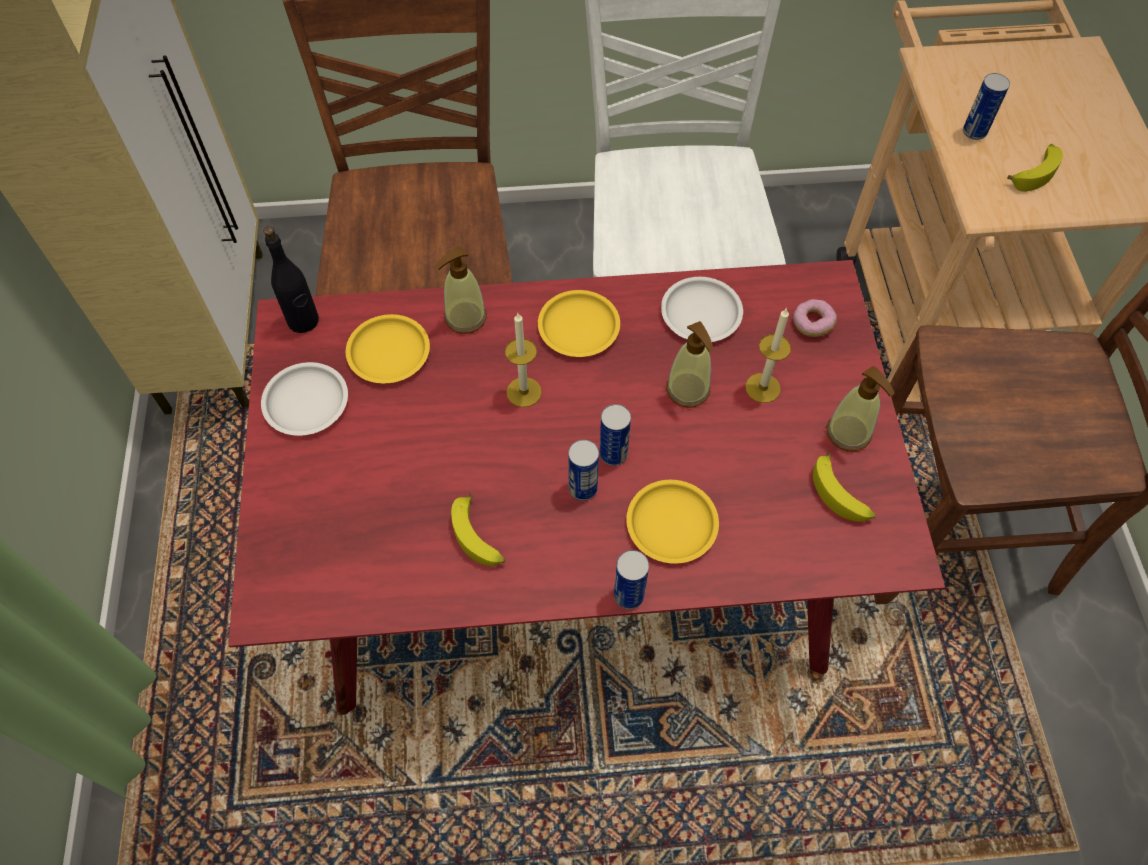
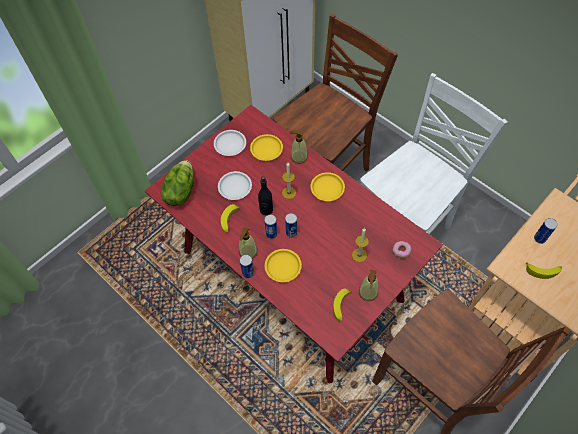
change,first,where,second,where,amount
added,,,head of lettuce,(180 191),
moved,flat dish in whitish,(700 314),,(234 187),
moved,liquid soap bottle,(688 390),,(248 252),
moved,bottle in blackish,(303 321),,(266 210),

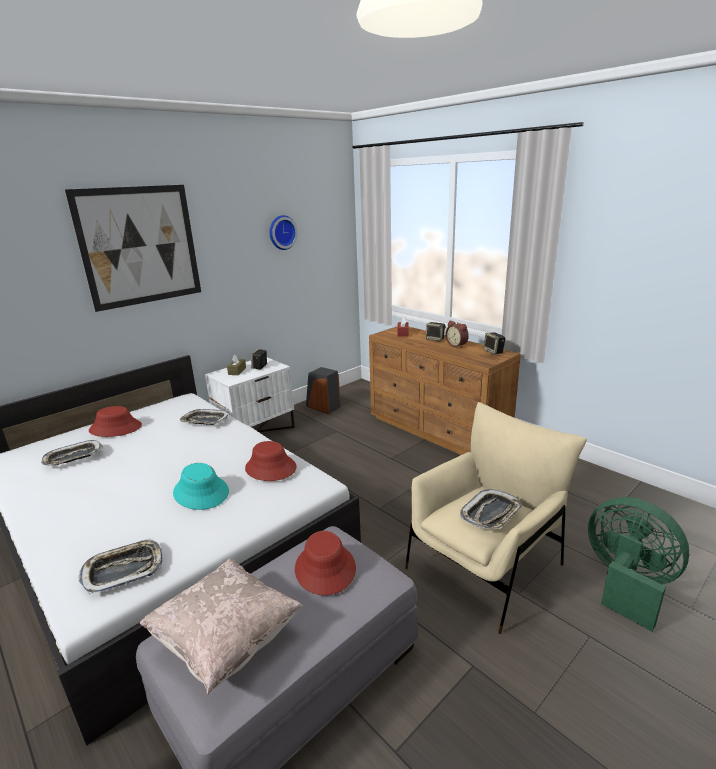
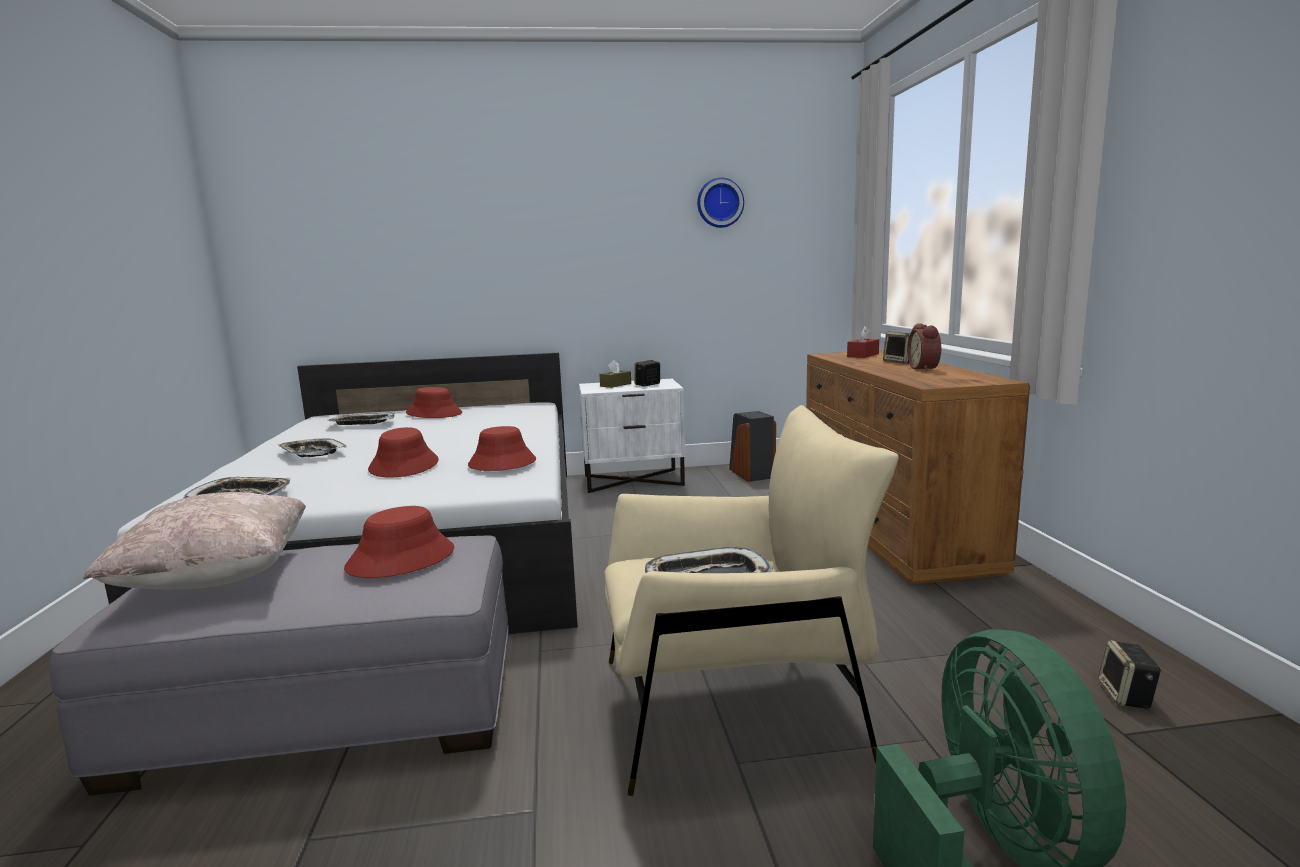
change,first,where,second,where,amount
moved,serving tray,(205 420),,(312 453),
recoloured,wearable hat in turquoise-coloured,(201 492),wearable hat in red-coloured,(404 465),
moved,loudspeaker,(494 352),,(1127 696),
removed,picture,(140 246),,,

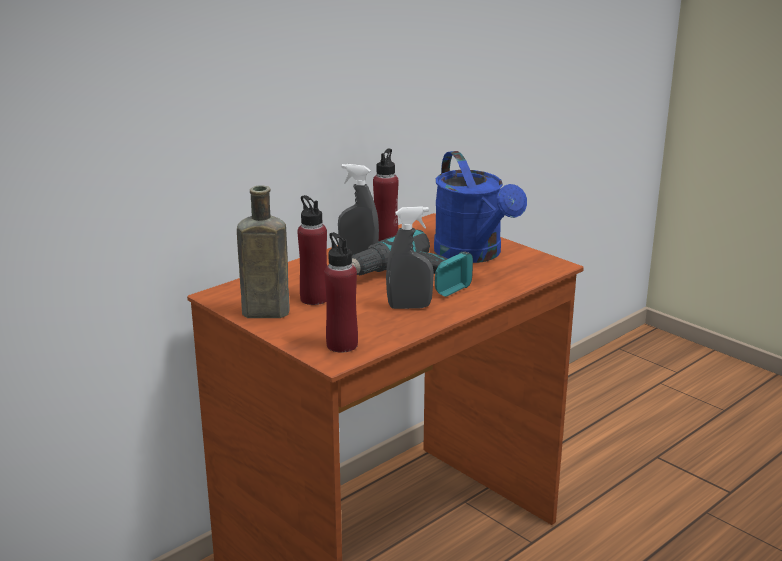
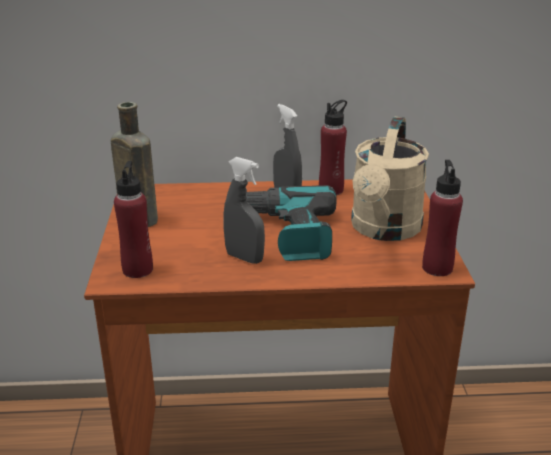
change,first,where,second,where,amount
recoloured,watering pot in blue-coloured,(474 255),watering pot in beige-coloured,(384 230),
moved,bottle in red-coloured,(314 298),,(437 268),

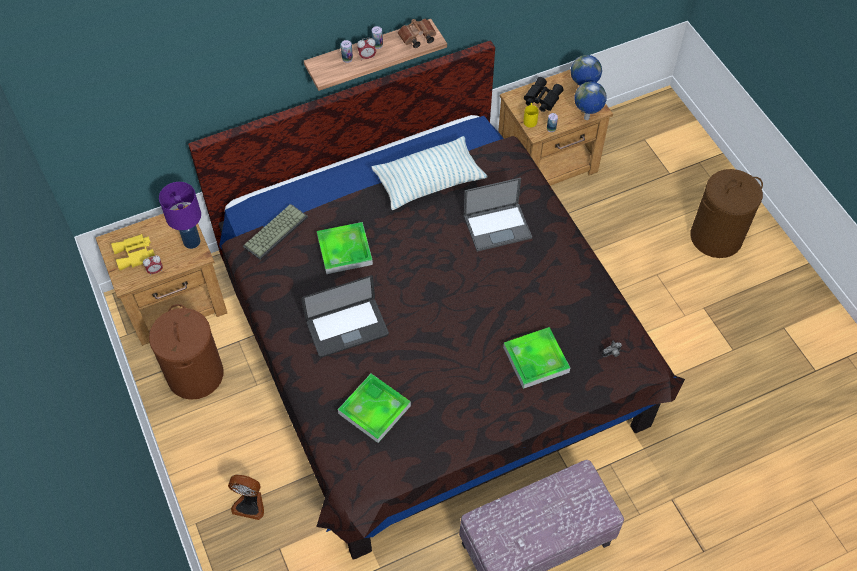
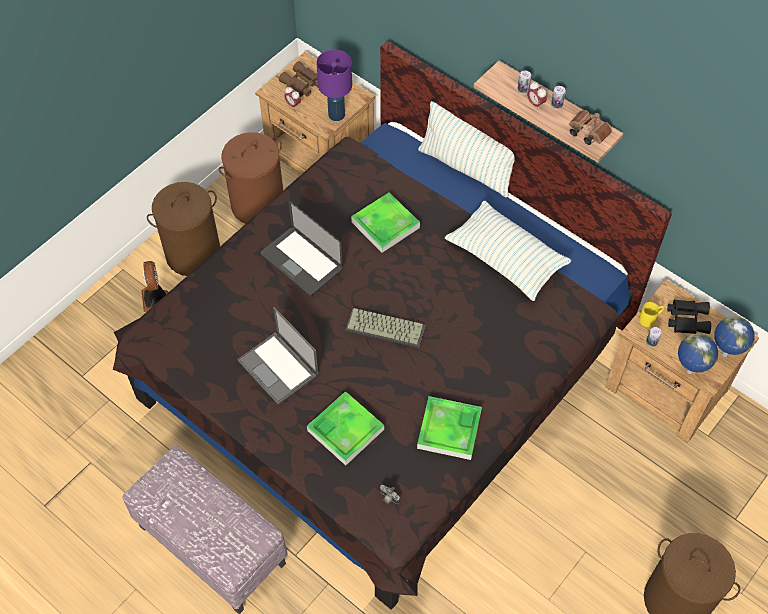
change,first,where,second,where,amount
added,,,hamper in brown-coloured,(193 254),
moved,laptop,(498 226),,(279 368),
recoloured,pair of binoculars in yellow-coloured,(135 255),pair of binoculars in brown-coloured,(301 84),
moved,keyboard,(275 231),,(386 327),
moved,serving tray,(374 409),,(449 430),
added,,,cushion,(466 168),

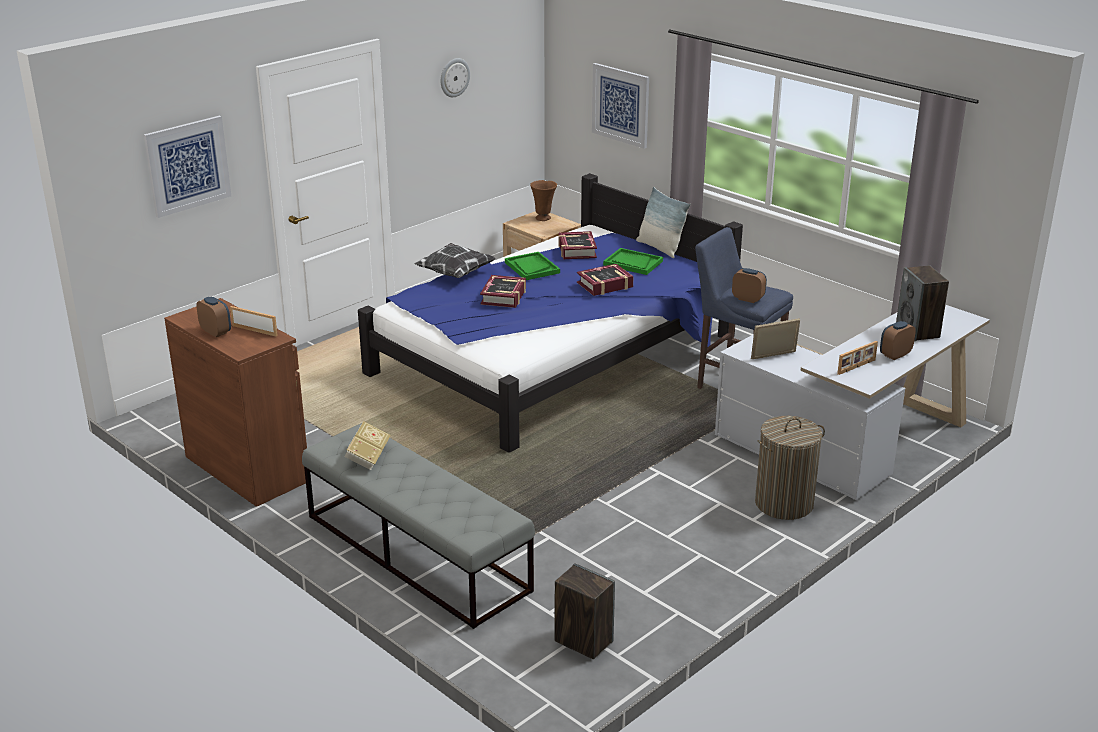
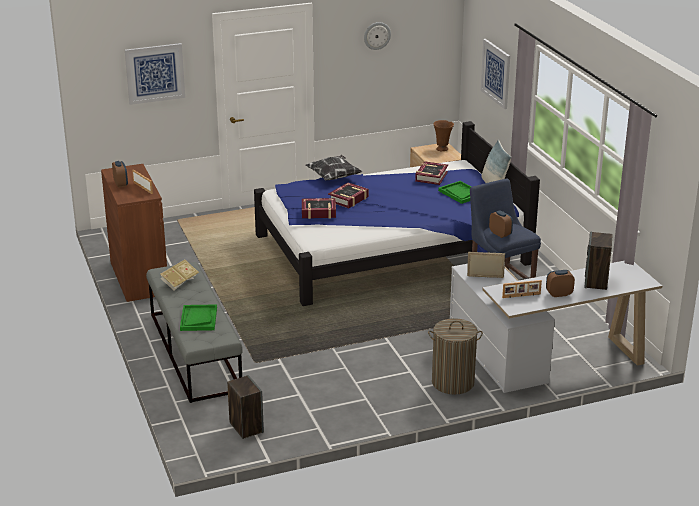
change,first,where,second,where,amount
moved,serving tray in green,(532 267),,(198 319),
moved,bound book,(605 285),,(318 212),

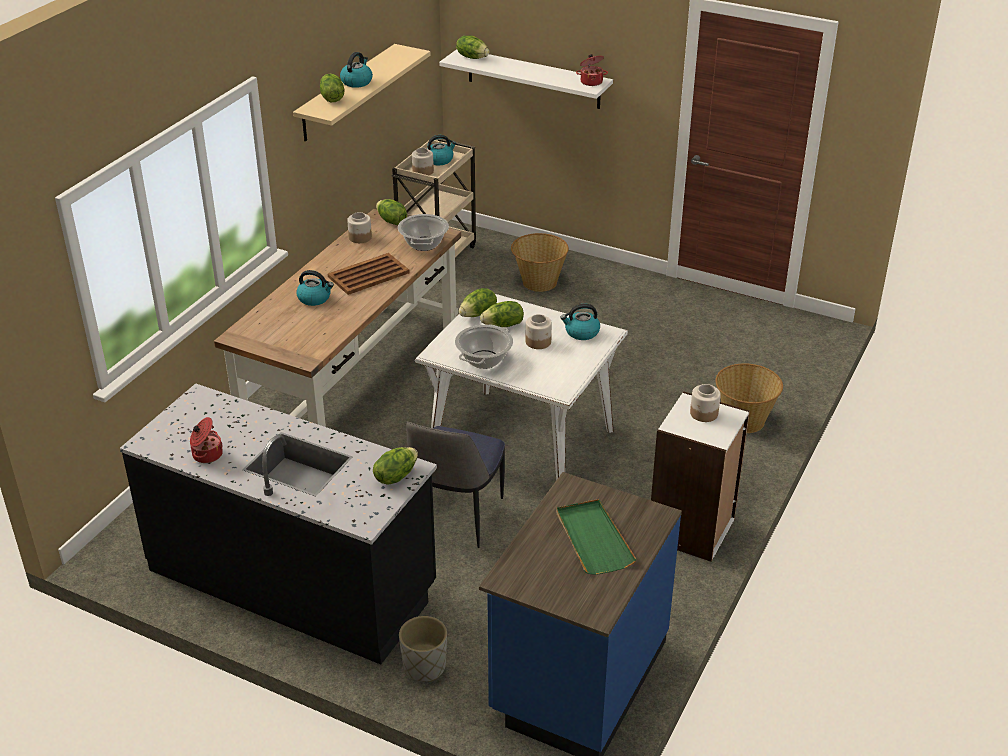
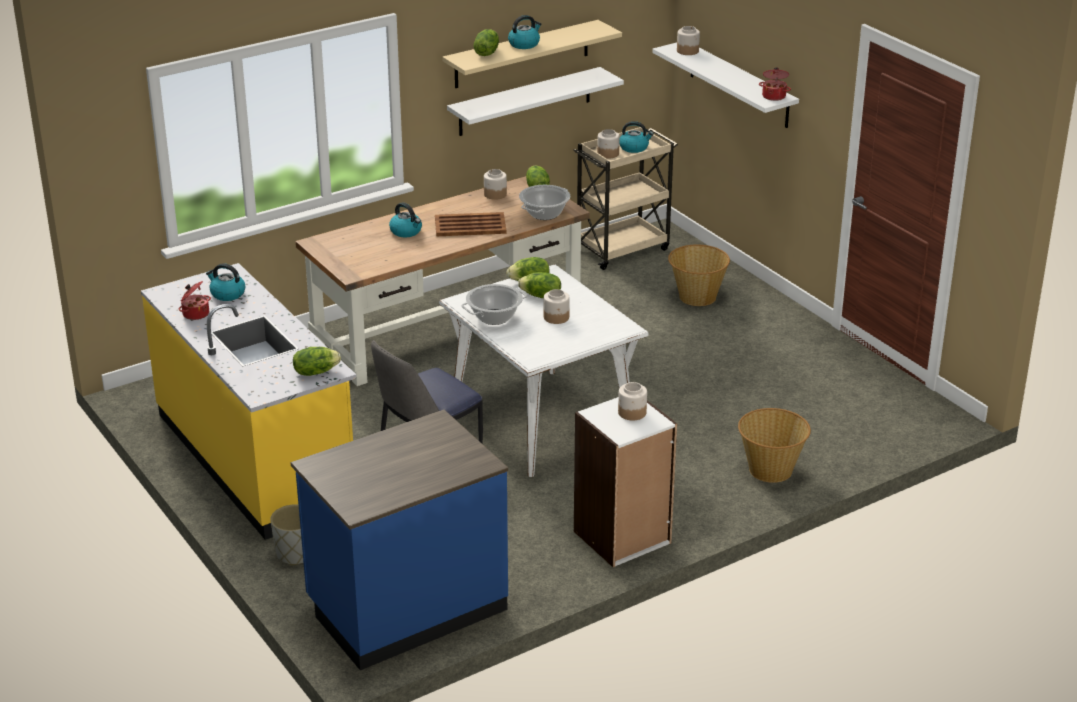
change,first,where,second,where,amount
recoloured,kitchen counter in blackish,(293 579),kitchen counter in yellow-coloured,(256 458),
moved,water kettle,(581 332),,(227 294),
added,,,wall shelf in whitish,(525 102),
replaced,head of lettuce,(472 57),preserve jar,(687 51),
removed,serving tray in green,(593 539),,,

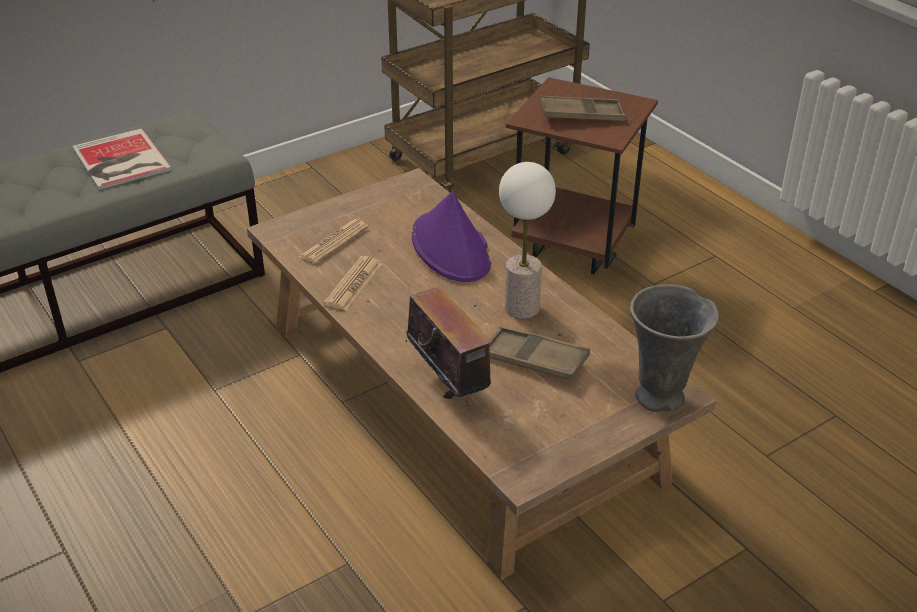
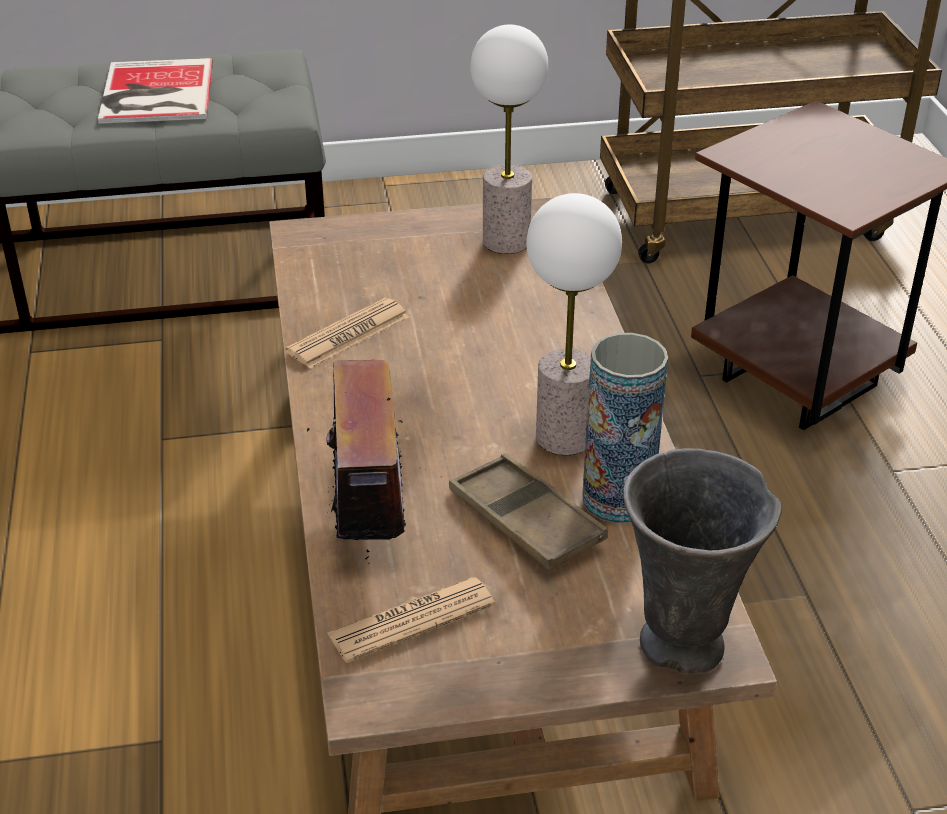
change,first,where,second,where,amount
moved,daily paper,(334 242),,(411 620),
added,,,tabletop lamp,(507 241),
added,,,flower vase,(617 499),
removed,wearable hat in purplish,(451 249),,,
removed,serving tray in brown-coloured,(581 115),,,

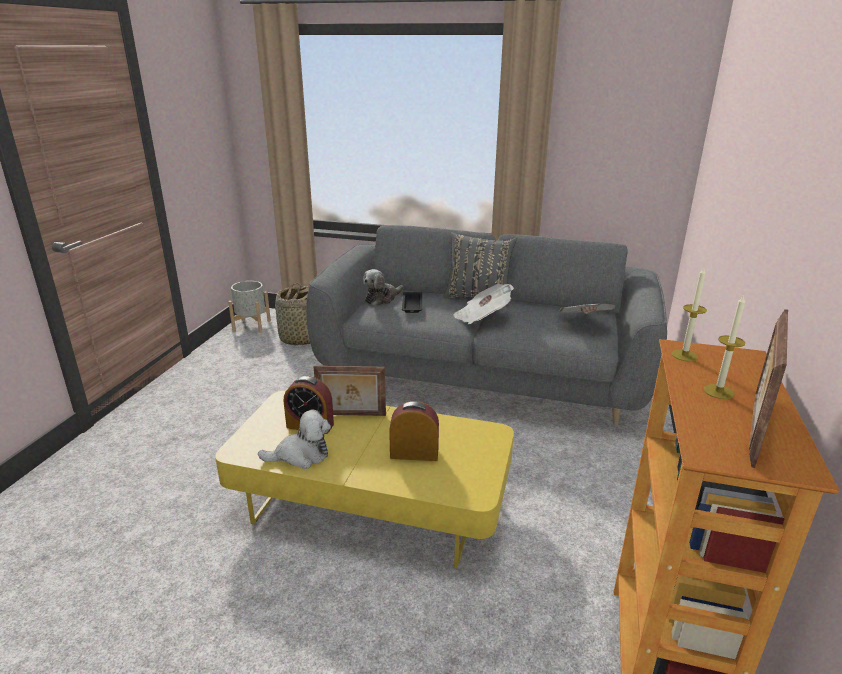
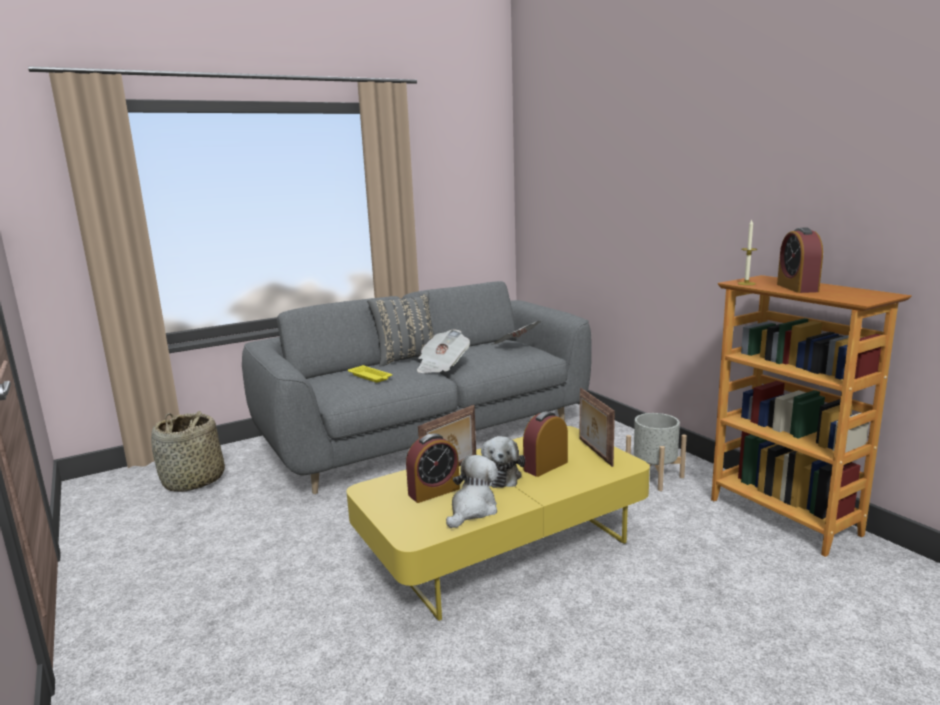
change,first,where,second,where,amount
recoloured,serving tray in blackish,(412 305),serving tray in yellow-coloured,(370 377),
moved,plush toy,(382 299),,(500 475),
moved,standing frame,(753 430),,(594 452),
moved,planter in gray,(252 325),,(654 477),
replaced,wax light,(718 391),bedside clock,(797 288),

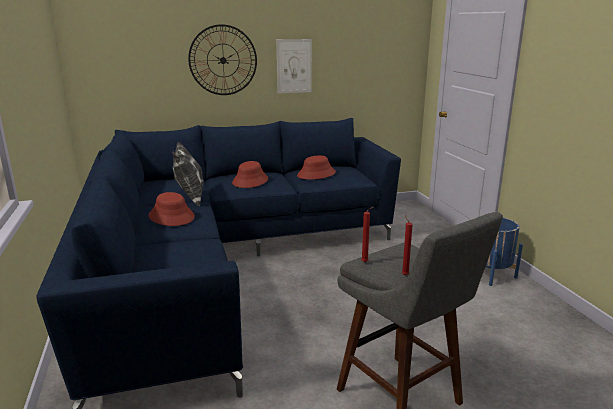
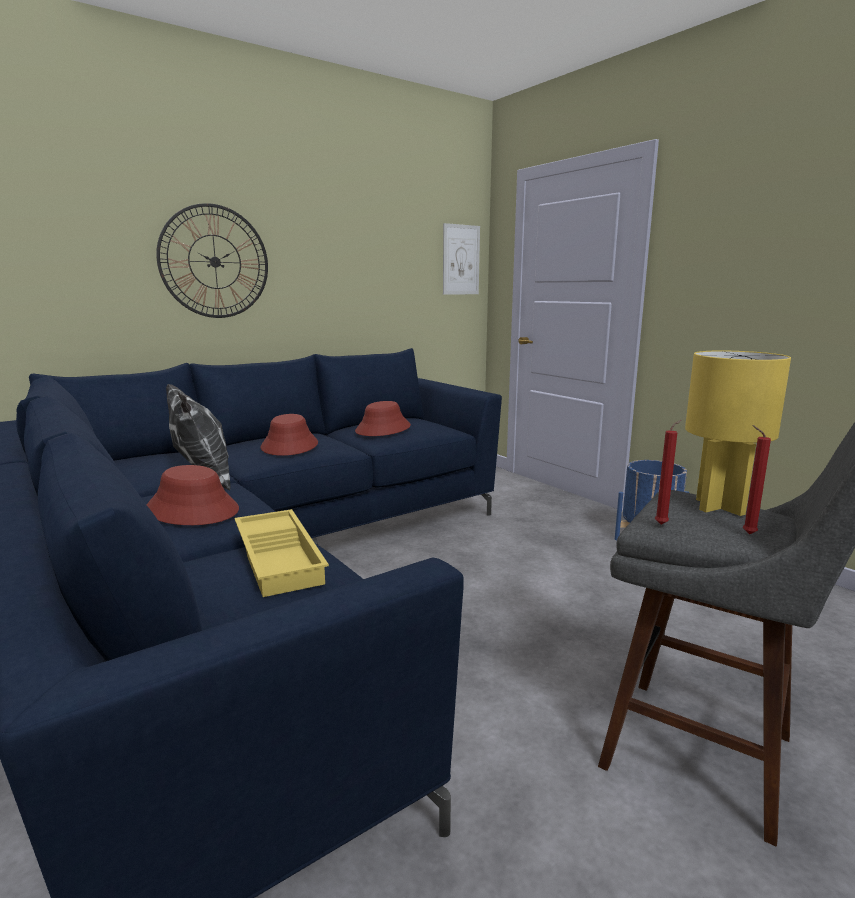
change,first,where,second,where,amount
added,,,serving tray in yellow-coloured,(281 558),
moved,picture,(294 66),,(461 260),
added,,,tabletop lamp in yellow-coloured,(720 507),

